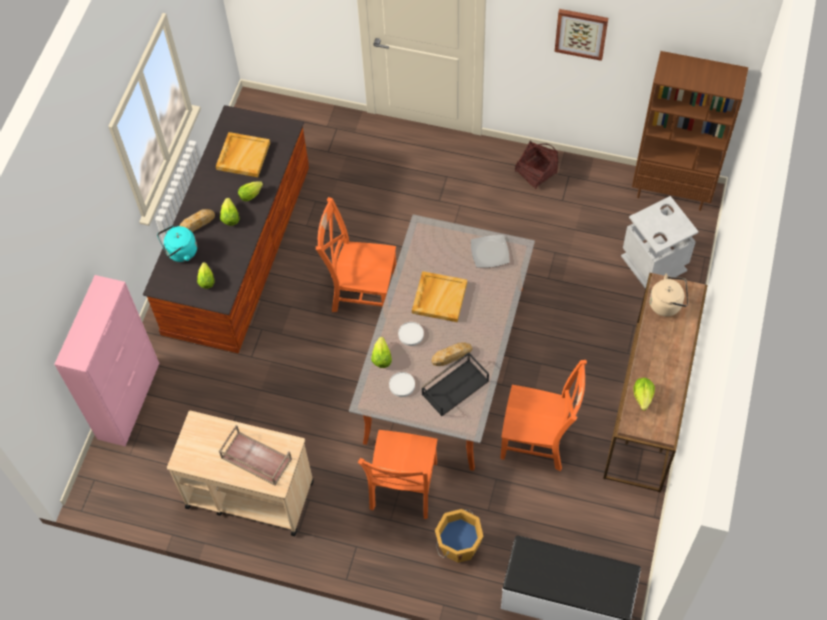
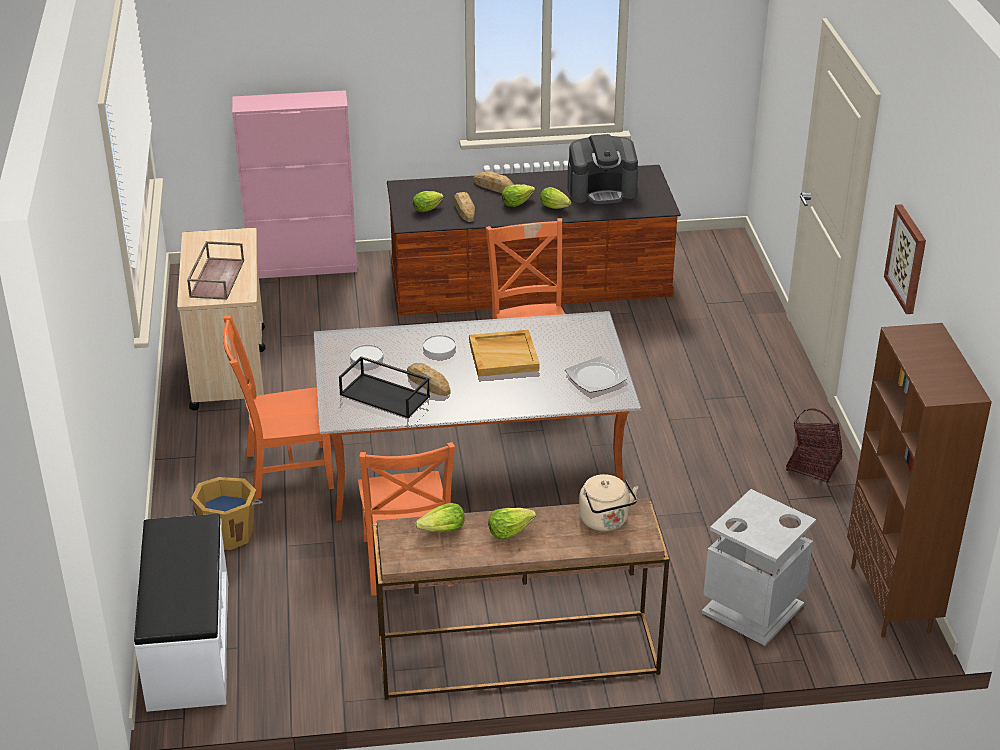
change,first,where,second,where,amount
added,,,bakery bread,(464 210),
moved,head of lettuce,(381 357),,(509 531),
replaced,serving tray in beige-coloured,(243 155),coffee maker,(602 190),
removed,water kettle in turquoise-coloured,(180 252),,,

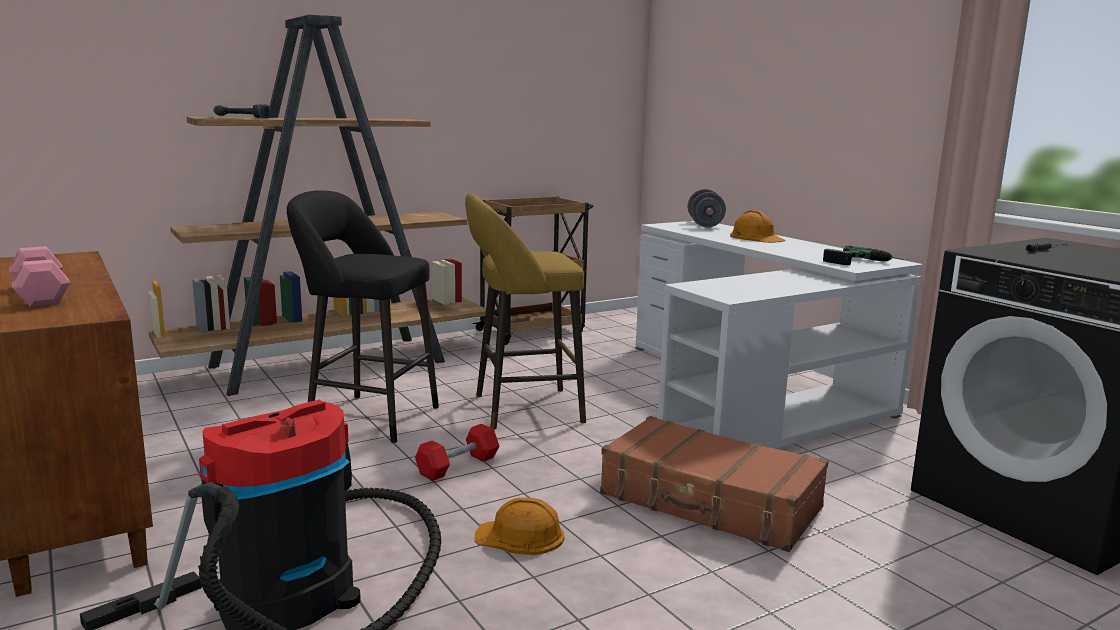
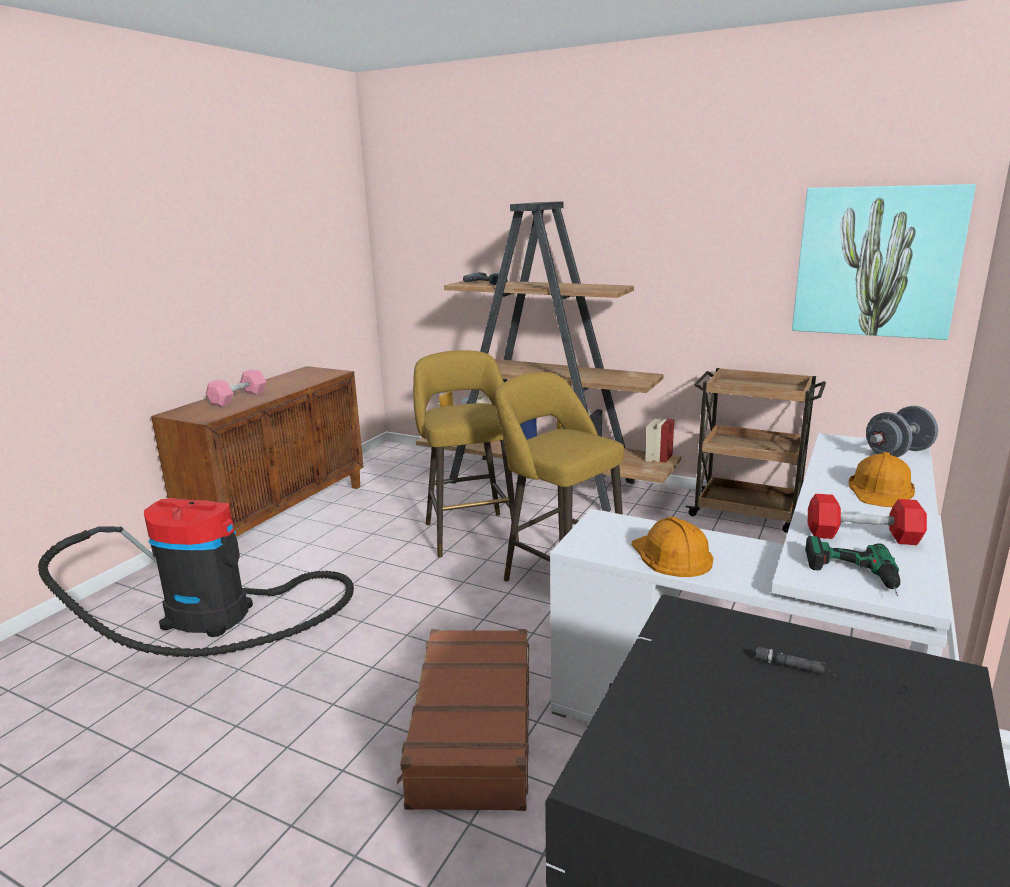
change,first,where,second,where,amount
recoloured,stool seat in blackish,(367 417),stool seat in yellow-coloured,(469 531),
moved,work helmet in orange-coloured,(520 536),,(671 555),
added,,,picture,(876 262),
moved,free weight in red-coloured,(458 466),,(862 536),

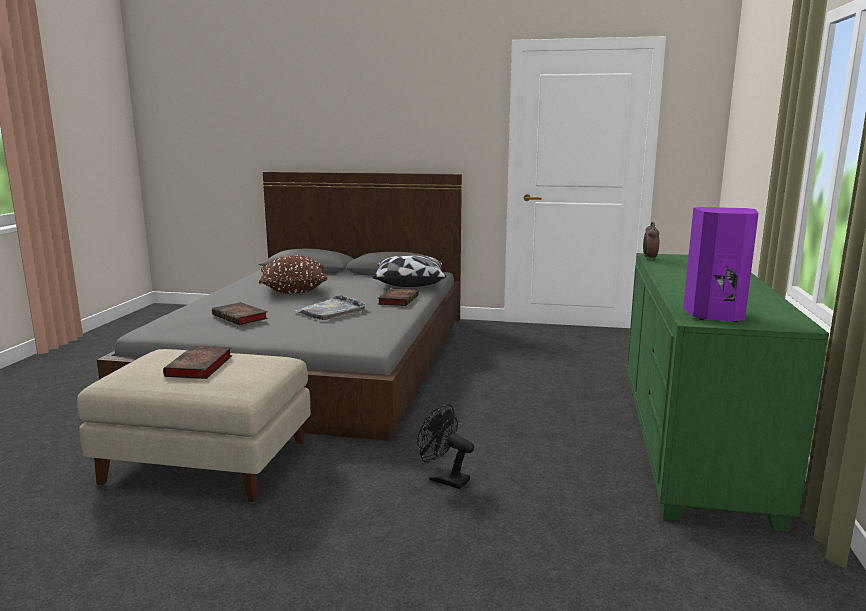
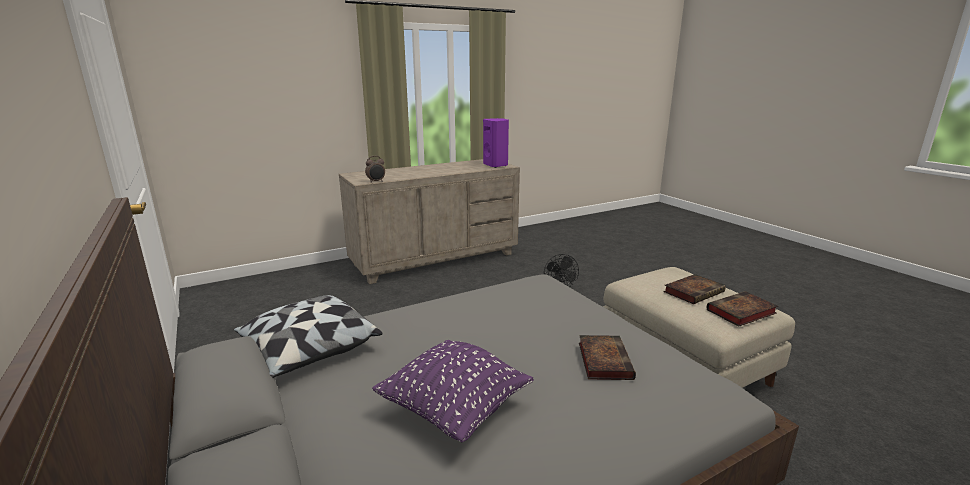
change,first,where,second,where,amount
recoloured,chest of drawers in green,(691 447),chest of drawers in beige-coloured,(435 259),
recoloured,cushion in brown-coloured,(294 291),cushion in purplish,(454 411),
moved,bound book,(398 300),,(740 312),
removed,serving tray in gray,(332 310),,,

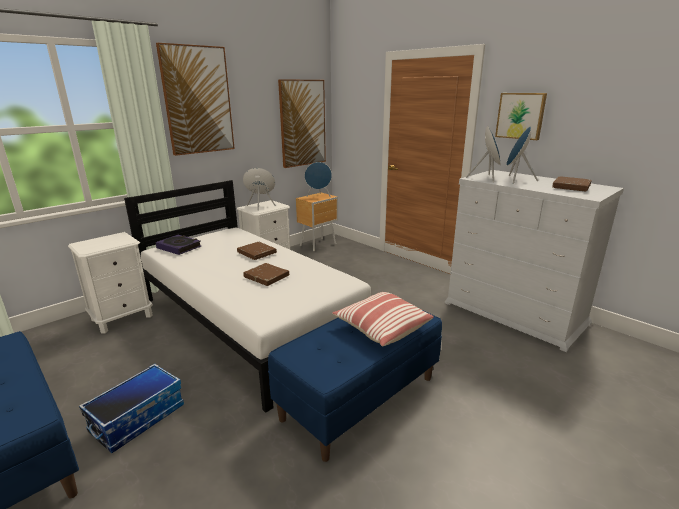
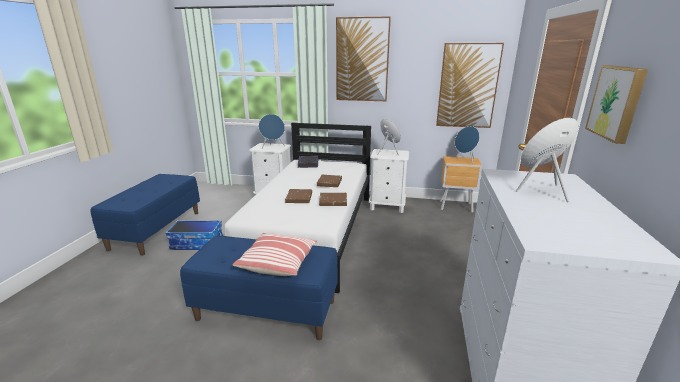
change,first,where,second,where,amount
moved,loudspeaker in blue-coloured,(486 178),,(273 147),
moved,bound book in brown-coloured,(571 187),,(333 201),

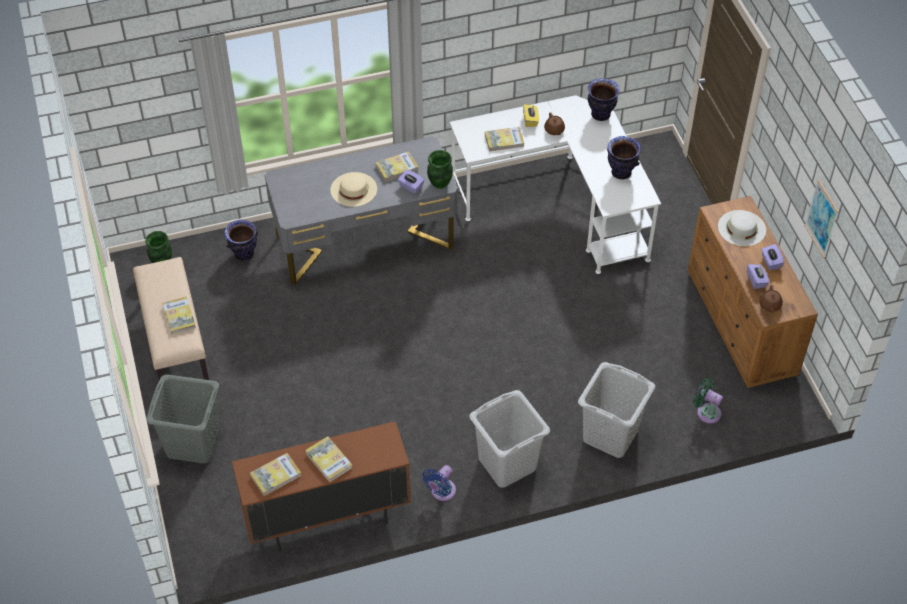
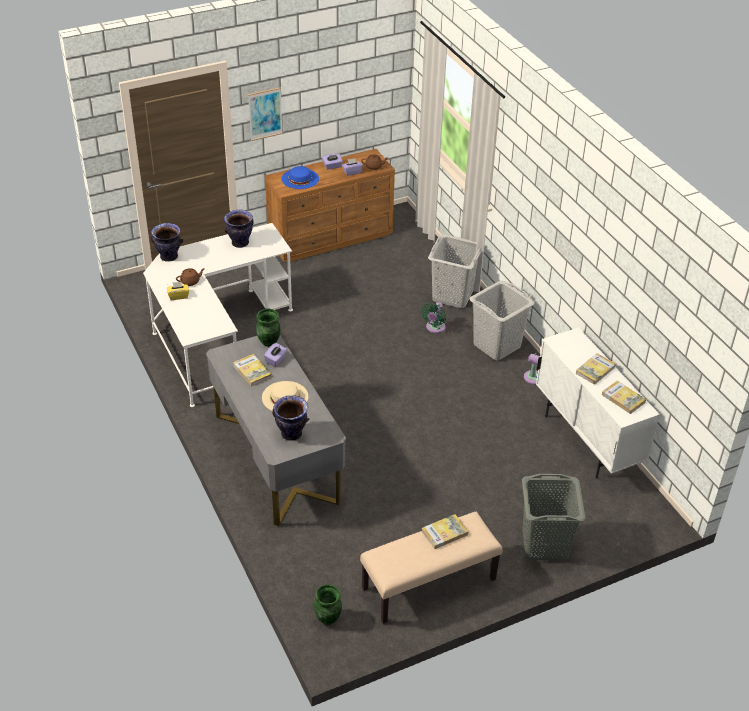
change,first,where,second,where,amount
moved,picture,(821 218),,(265 114),
moved,flower vase,(244 254),,(291 434),
recoloured,wearable hat in whitish,(741 228),wearable hat in blue-coloured,(300 178),
moved,cooling fan in green,(706 412),,(434 328),
recoloured,storage cabinet in brown-coloured,(327 519),storage cabinet in whitish,(586 441),
removed,bound book,(504 140),,,

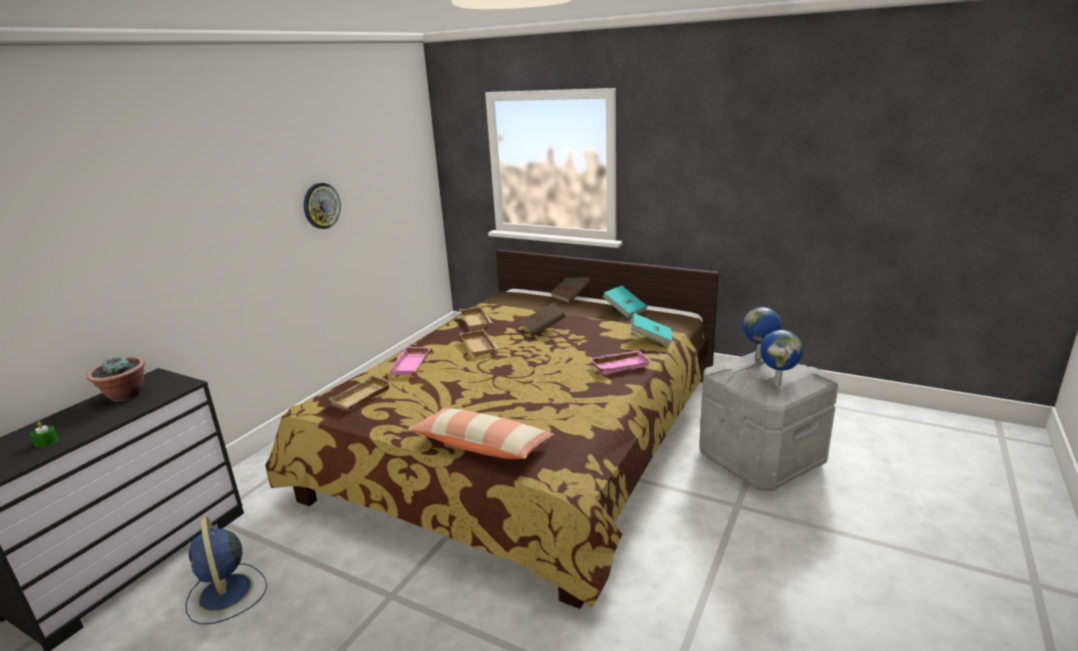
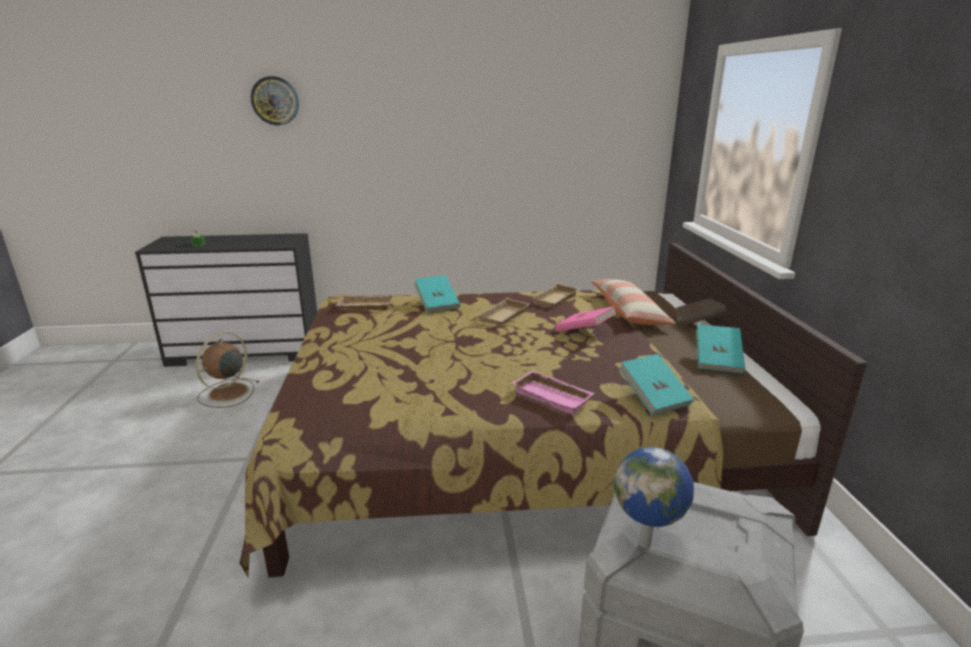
change,first,where,second,where,amount
recoloured,cooling fan in blue-coloured,(226 594),cooling fan in brown-coloured,(227 393),
moved,hanging clock,(321 205),,(275 101),
replaced,serving tray in pink,(412 365),bound book in turquoise-coloured,(437 304),
recoloured,bound book in brown-coloured,(544 329),bound book in pink,(584 331),
moved,cushion,(482 445),,(629 312),
removed,potted plant,(125 395),,,
removed,desk globe,(759 358),,,

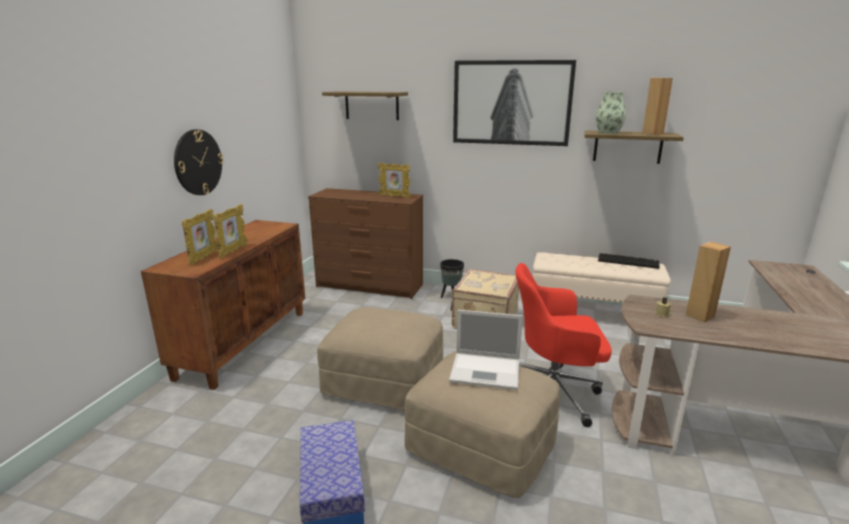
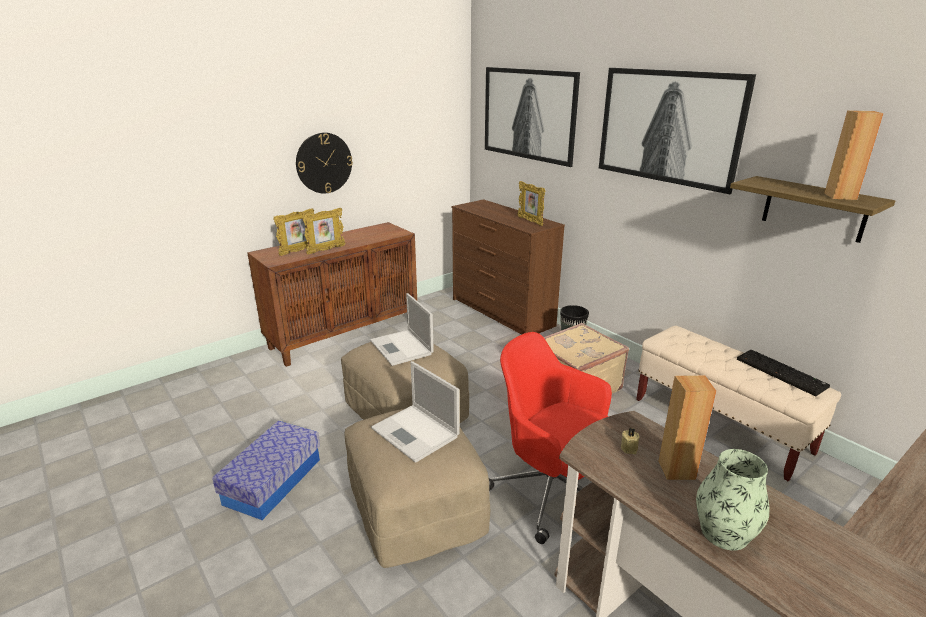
change,first,where,second,where,amount
added,,,laptop,(402 348),
replaced,wall shelf,(372 105),picture,(529 114),
moved,flower vase,(608 132),,(724 532),

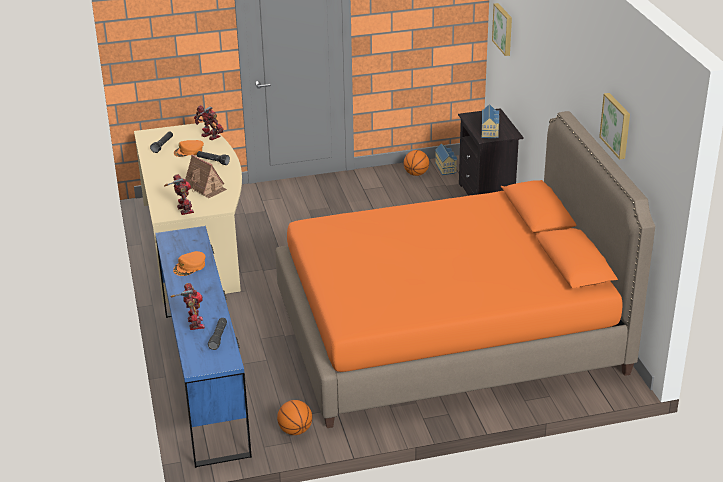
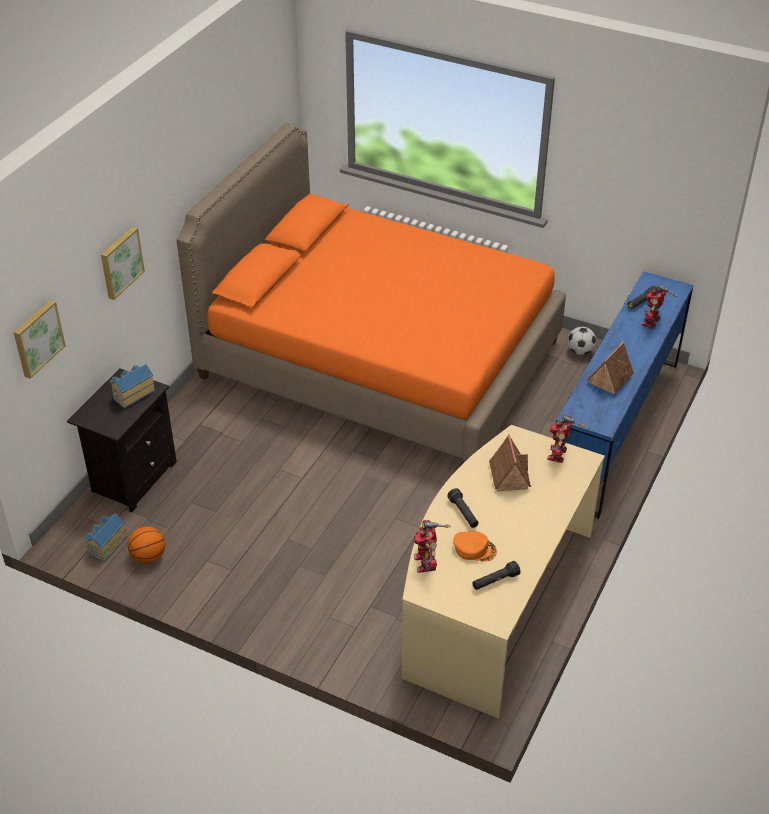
change,first,where,second,where,amount
moved,picture,(617 125),,(120 262),
replaced,basketball ball,(295 430),football,(580 351),
replaced,cap in orange-coloured,(190 267),miniature house,(611 378),

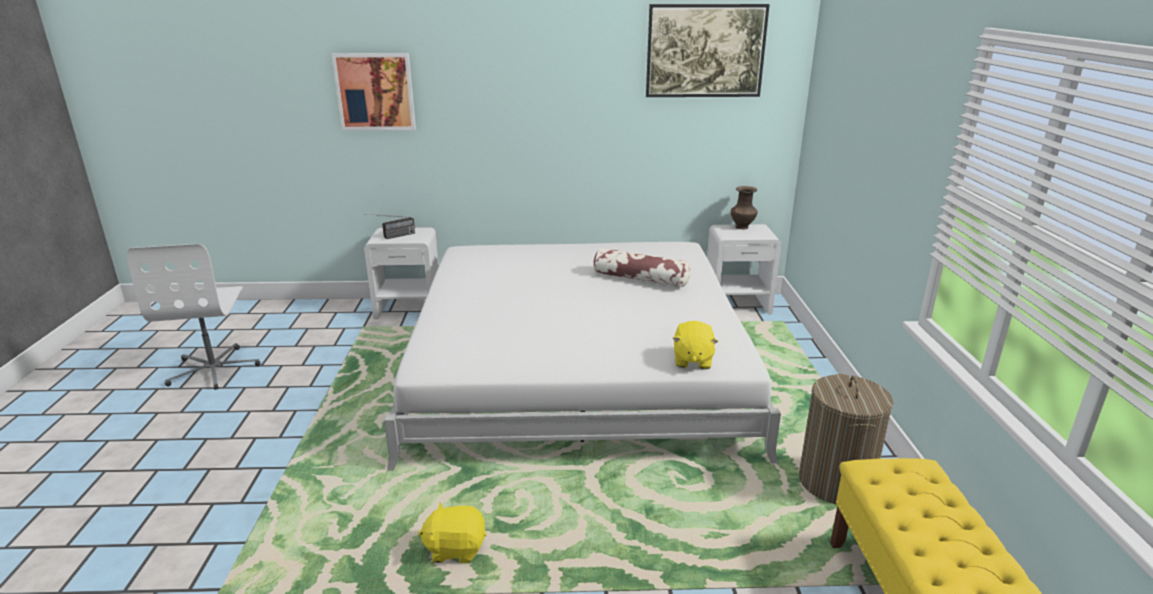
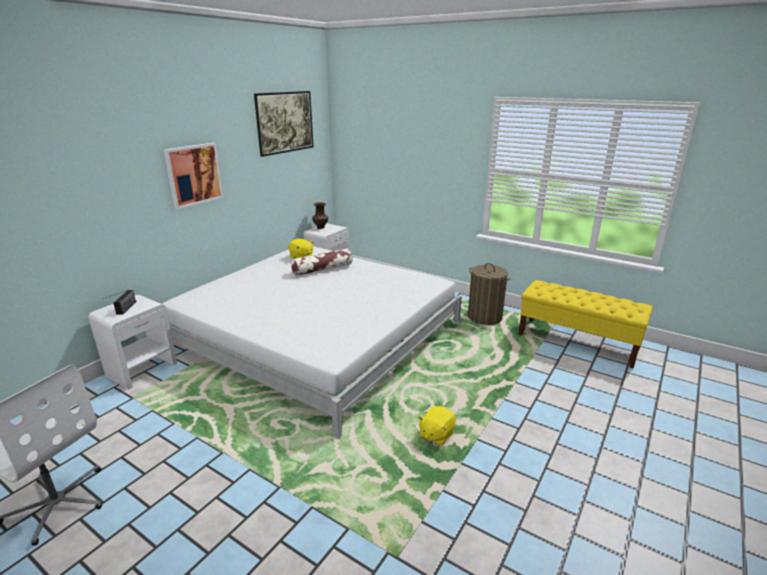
change,first,where,second,where,amount
moved,picture,(375 92),,(194 175),
moved,plush toy in yellow-coloured,(692 360),,(301 257),

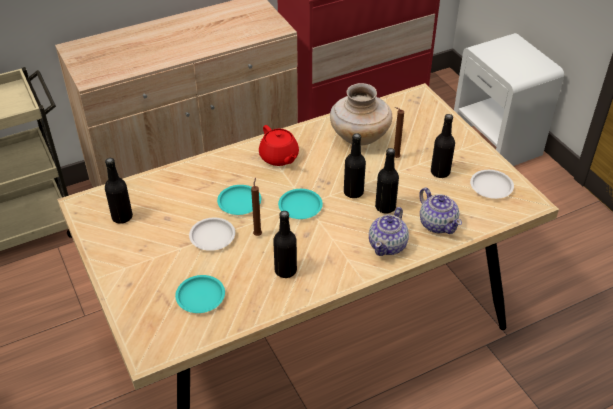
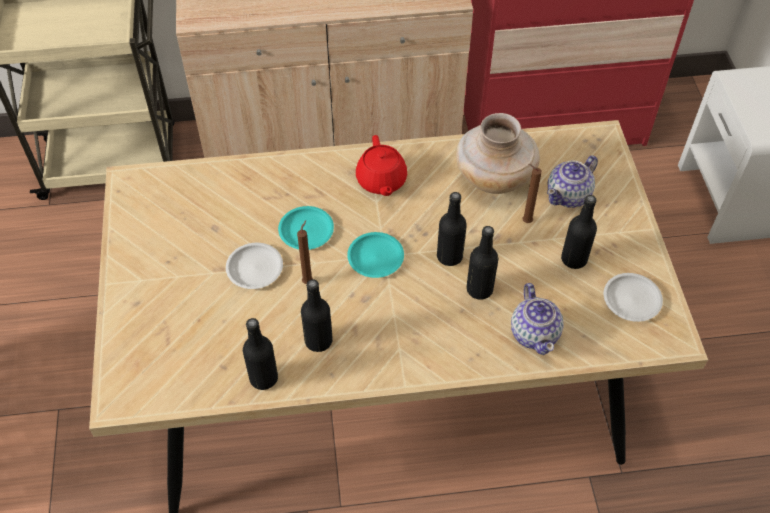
change,first,where,second,where,amount
moved,bottle in blackish,(122 217),,(263 378),
moved,teapot,(388 245),,(569 195),
removed,flat dish in turquoise-coloured,(200 297),,,

